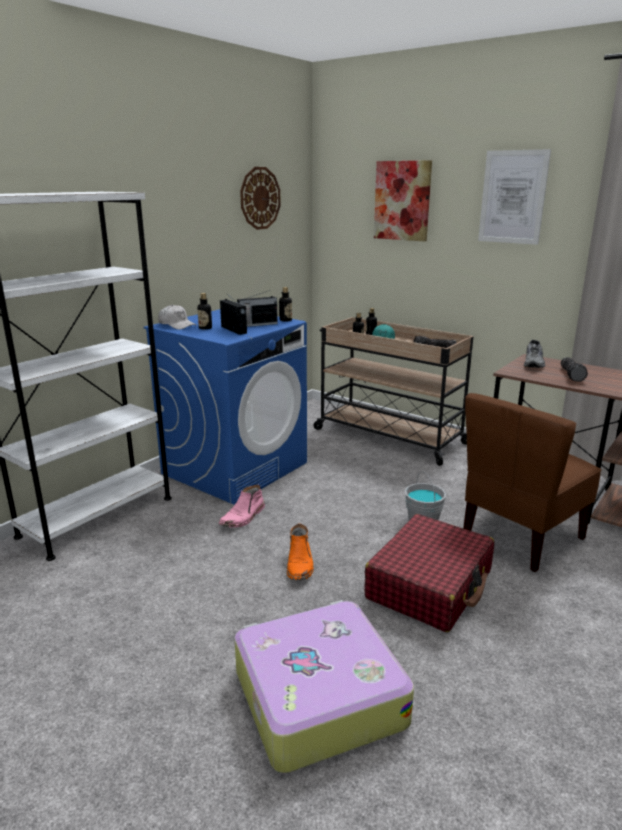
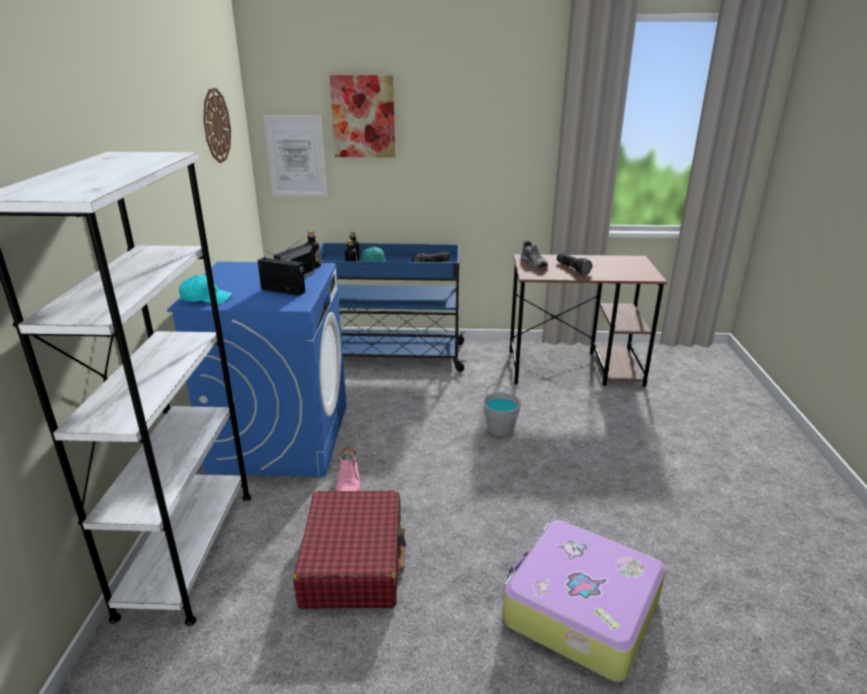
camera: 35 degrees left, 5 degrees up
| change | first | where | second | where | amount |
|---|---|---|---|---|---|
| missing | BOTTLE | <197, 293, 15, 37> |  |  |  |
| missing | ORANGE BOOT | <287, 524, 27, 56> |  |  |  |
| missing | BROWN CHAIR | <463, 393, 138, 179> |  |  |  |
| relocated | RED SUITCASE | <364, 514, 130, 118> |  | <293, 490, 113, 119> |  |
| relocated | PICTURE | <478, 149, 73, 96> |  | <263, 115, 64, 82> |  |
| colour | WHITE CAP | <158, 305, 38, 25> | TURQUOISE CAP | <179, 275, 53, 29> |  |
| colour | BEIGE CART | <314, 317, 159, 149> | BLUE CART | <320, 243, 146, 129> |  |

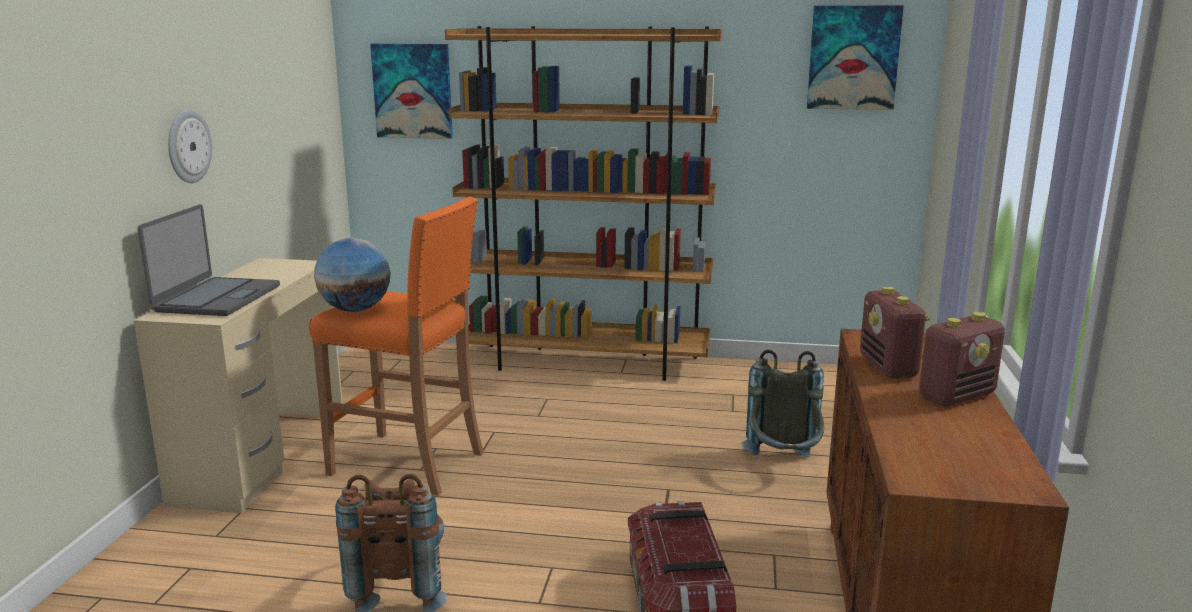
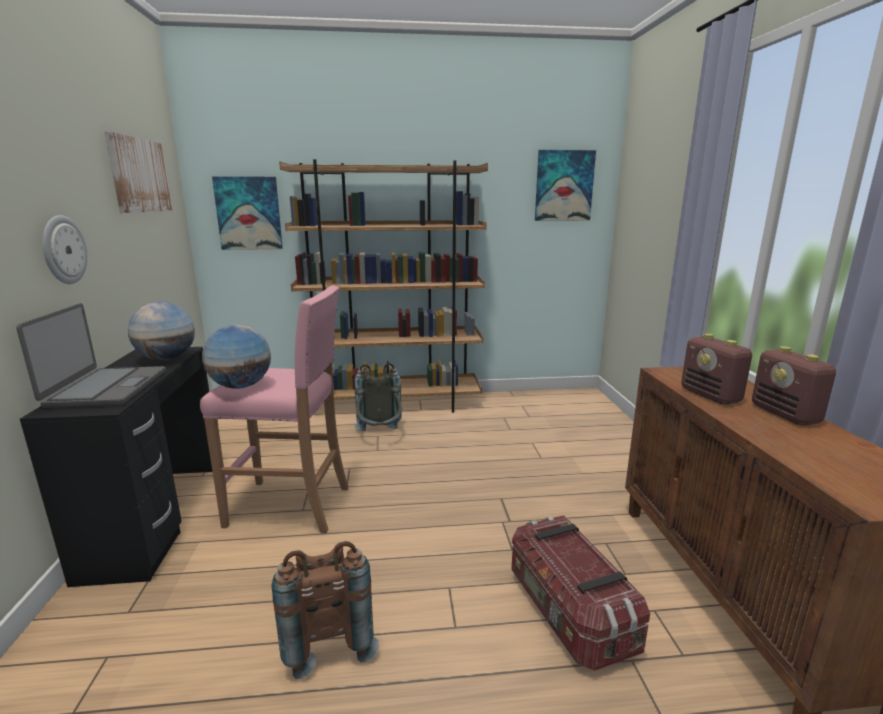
camera: 15 degrees left, 0 degrees up
| change | first | where | second | where | amount |
|---|---|---|---|---|---|
| appeared |  |  | PICTURE | <105, 132, 68, 81> |  |
| appeared |  |  | GLOBE | <128, 302, 67, 59> |  |
| relocated | GREY BACKPACK | <742, 350, 82, 108> |  | <354, 363, 48, 68> |  |
| colour | BEIGE DESK | <134, 258, 209, 255> | BLACK DESK | <20, 347, 192, 240> |  |
| colour | ORANGE STOOL | <309, 197, 175, 299> | PINK STOOL | <200, 285, 149, 248> |  |
| spun | RADIO | <919, 312, 86, 94> |  | <752, 346, 84, 80> | 120 degrees clockwise |

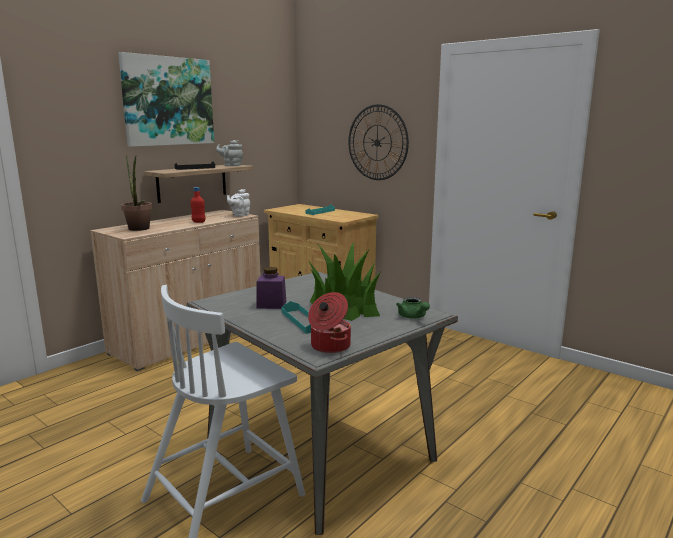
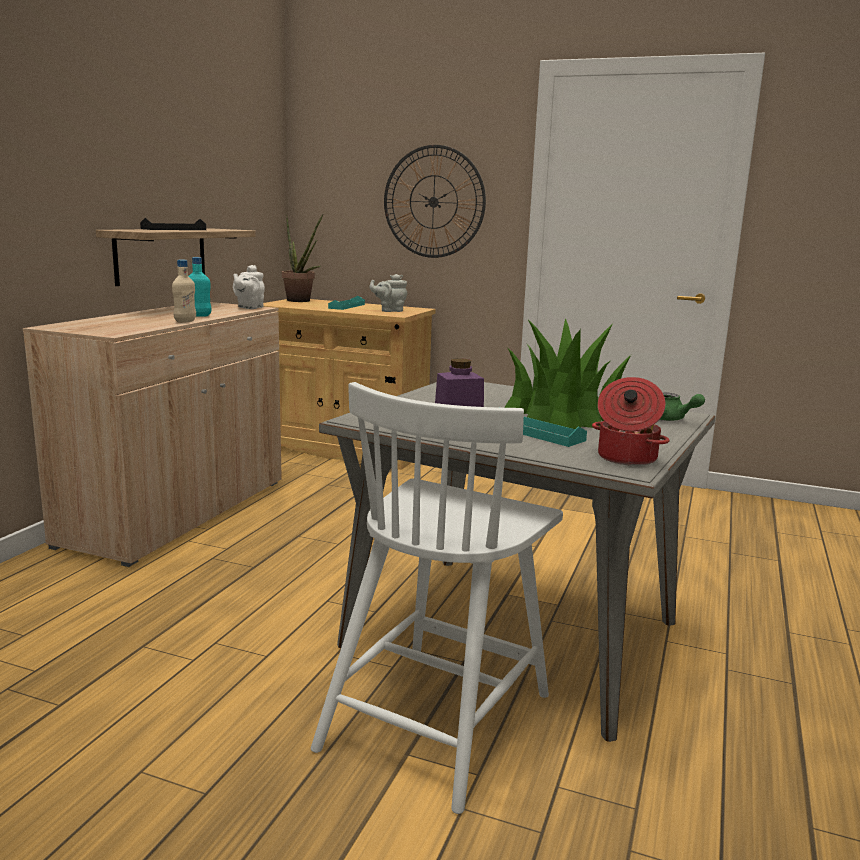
camera: 20 degrees left, 0 degrees up
| change | first | where | second | where | amount |
|---|---|---|---|---|---|
| missing | PICTURE | <118, 52, 96, 95> |  |  |  |
| appeared |  |  | BEIGE BOTTLE | <172, 260, 24, 63> |  |
| relocated | POTTED PLANT | <121, 154, 31, 77> |  | <282, 215, 41, 87> |  |
| relocated | GREY TEAPOT | <216, 140, 27, 26> |  | <369, 274, 38, 38> |  |
| colour | RED BOTTLE | <190, 187, 16, 36> | TURQUOISE BOTTLE | <189, 257, 22, 60> |  |

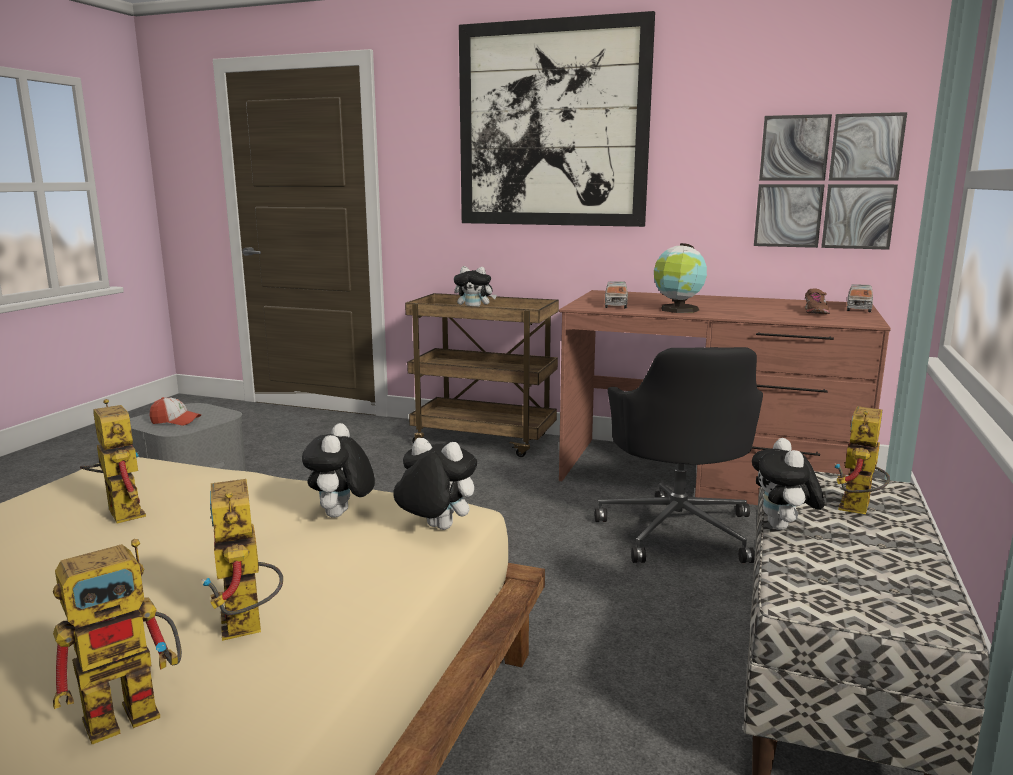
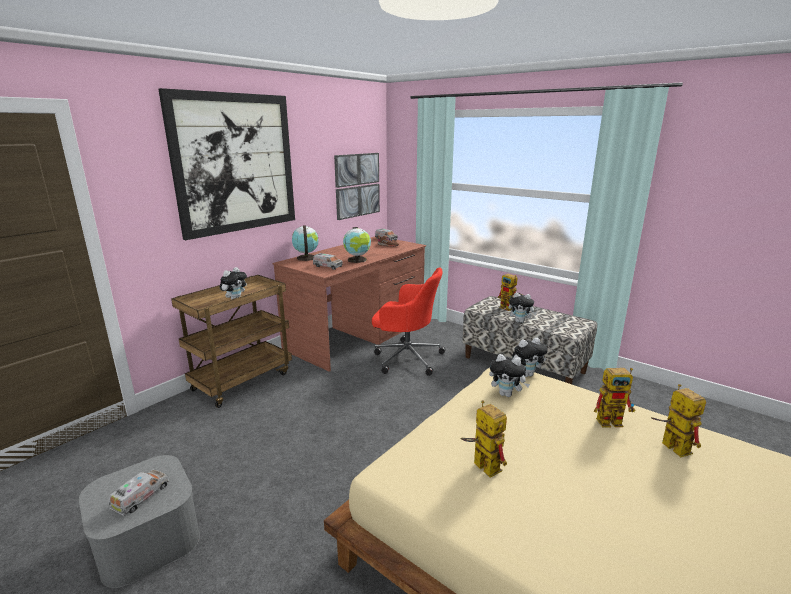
camera: 70 degrees left, 5 degrees up
| change | first | where | second | where | amount |
|---|---|---|---|---|---|
| appeared |  |  | GLOBE | <292, 225, 26, 36> |  |
| exchanged | CAP | <150, 397, 51, 29> | TOY TRUCK | <109, 470, 60, 46> |  |
| colour | BLACK OFFICE CHAIR | <595, 347, 168, 216> | RED OFFICE CHAIR | <372, 267, 74, 109> |  |
| spun | TOY ROBOT | <80, 399, 66, 124> |  | <461, 400, 46, 78> | 75 degrees clockwise |
| spun | PLUSH TOY | <394, 438, 83, 92> |  | <512, 338, 35, 39> | 150 degrees counterclockwise |

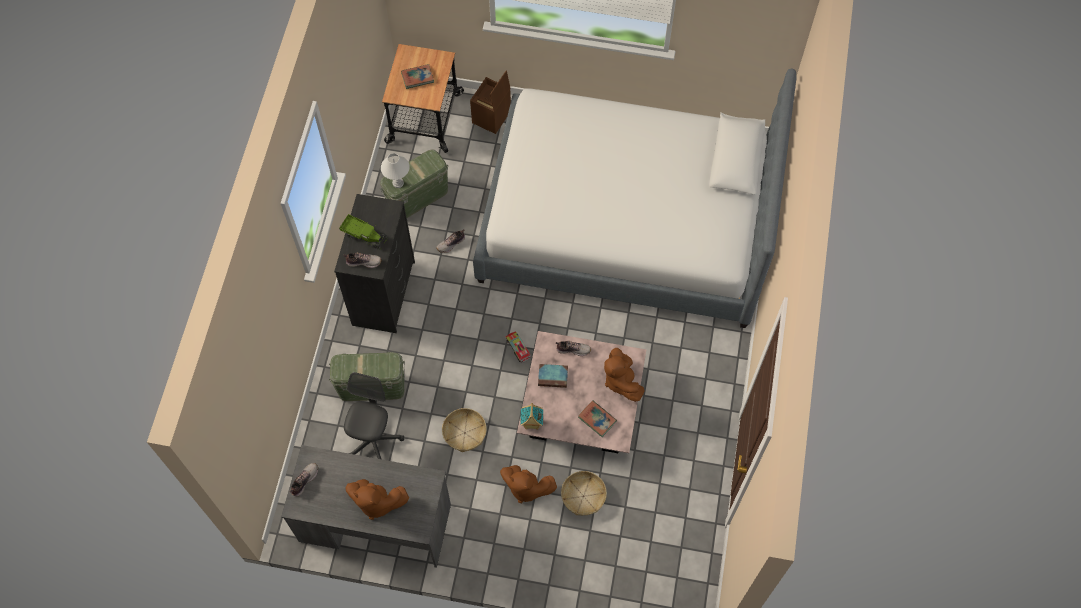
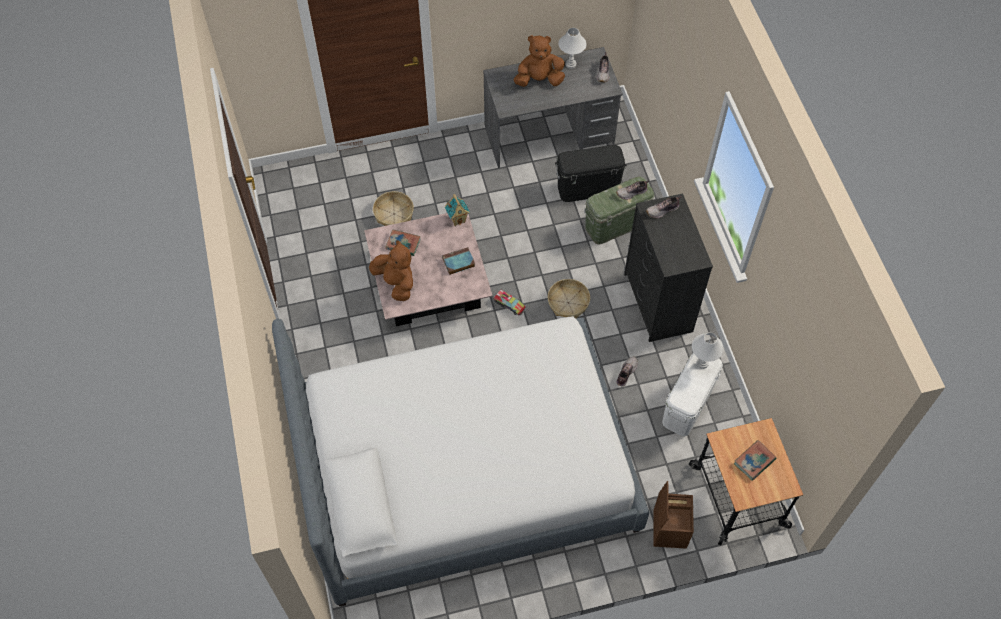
camera: 155 degrees right, 5 degrees down
| change | first | where | second | where | amount |
|---|---|---|---|---|---|
| missing | TOY TRUCK | <339, 214, 48, 36> |  |  |  |
| missing | BROWN PLUSH TOY | <500, 465, 57, 38> |  |  |  |
| appeared |  |  | WHITE TABLE LAMP | <559, 28, 28, 41> |  |
| relocated | BASKET | <442, 408, 45, 44> |  | <548, 279, 42, 40> |  |
| relocated | SHOE | <556, 341, 35, 15> |  | <616, 180, 33, 20> |  |
| exchanged | GREY OFFICE CHAIR | <344, 372, 60, 87> | BLACK STORAGE BOX | <555, 145, 72, 57> |  |
| colour | GREEN STORAGE BOX | <380, 149, 69, 69> | WHITE STORAGE BOX | <662, 353, 61, 83> |  |

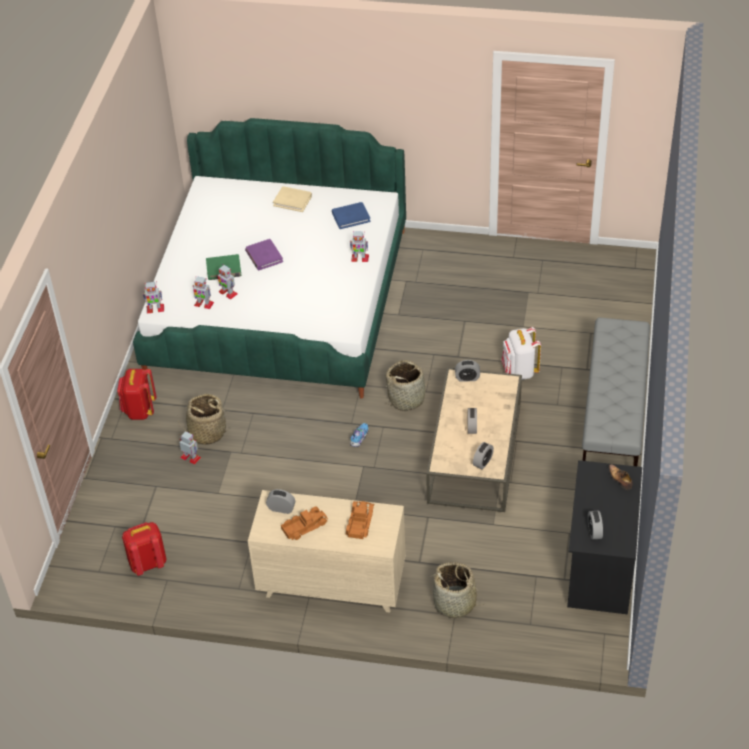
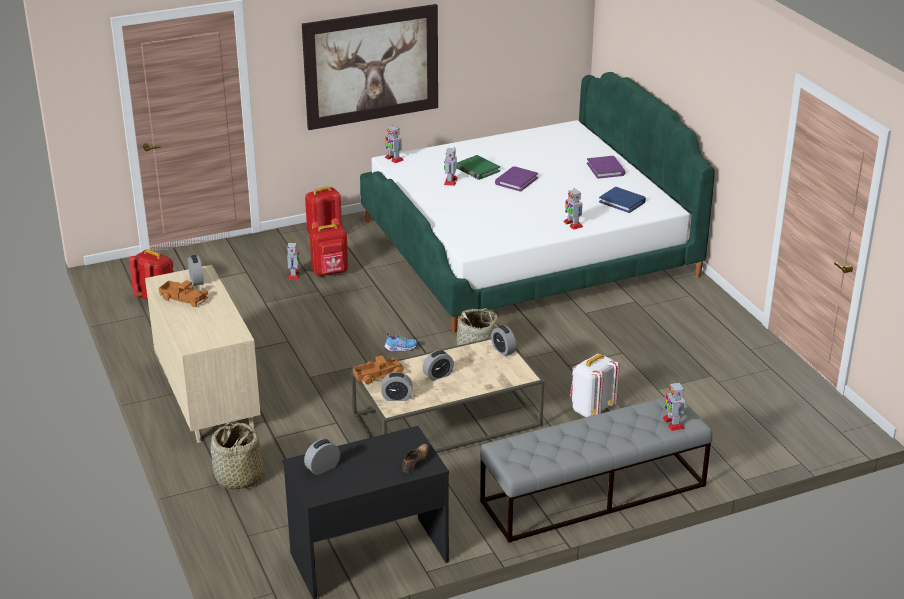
camera: 55 degrees right, 15 degrees down
| change | first | where | second | where | amount |
|---|---|---|---|---|---|
| appeared |  |  | PICTURE | <302, 4, 136, 126> |  |
| relocated | TOY ROBOT | <193, 276, 21, 33> |  | <663, 381, 22, 50> |  |
| relocated | TOY TRUCK | <346, 501, 28, 38> |  | <353, 355, 51, 29> |  |
| exchanged | BASKET | <178, 394, 53, 51> | RED BACKPACK | <310, 218, 38, 58> |  |
| colour | BEIGE BOOK | <273, 186, 39, 26> | PURPLE BOOK | <587, 156, 38, 23> |  |

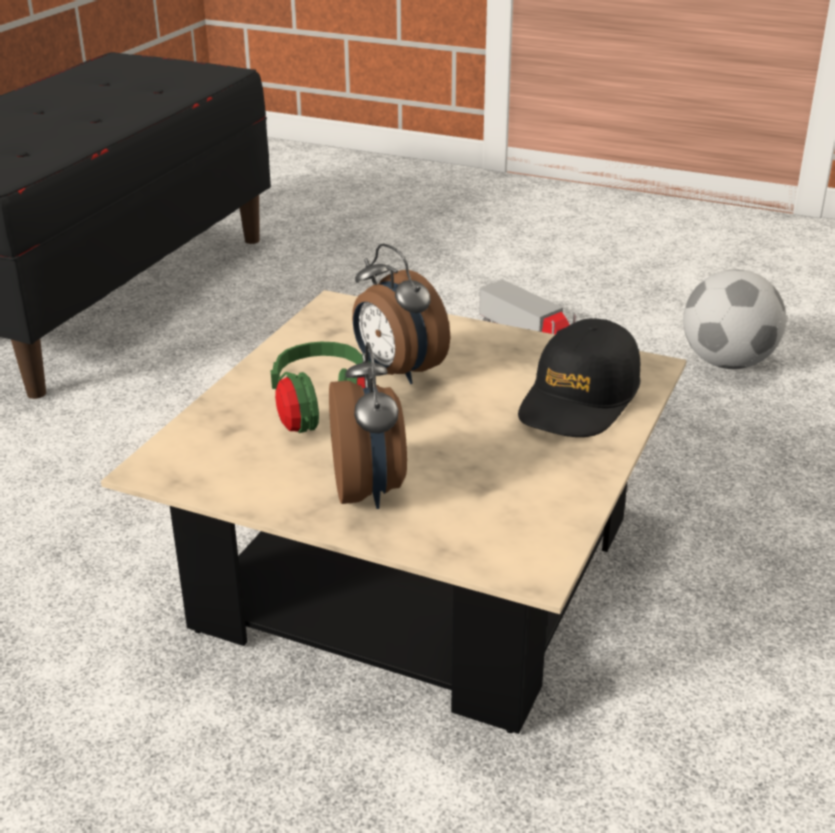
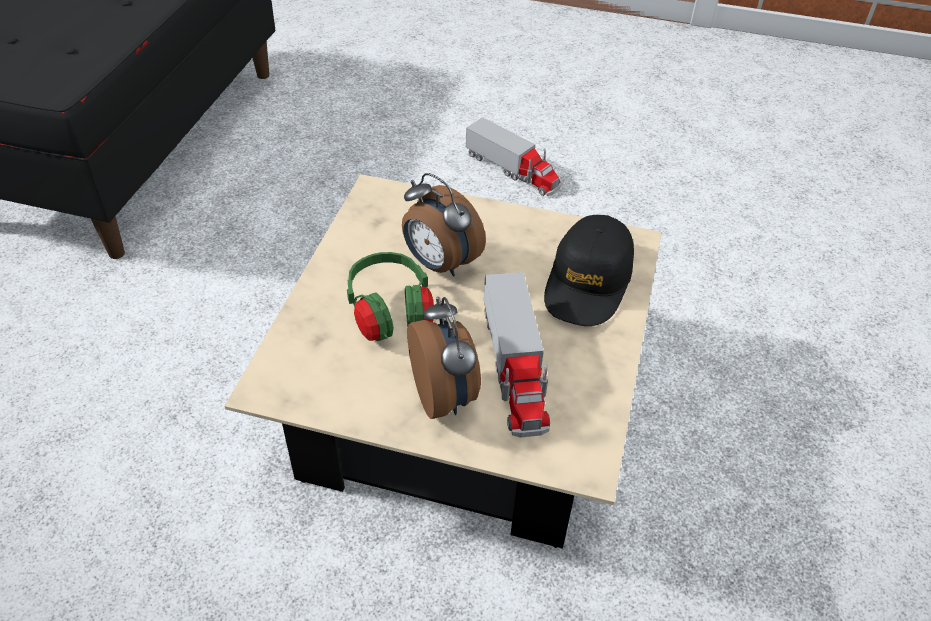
camera: 10 degrees left, 15 degrees up
| change | first | where | second | where | amount |
|---|---|---|---|---|---|
| missing | FOOTBALL | <683, 269, 103, 100> |  |  |  |
| appeared |  |  | TOY TRUCK | <484, 272, 66, 166> |  |

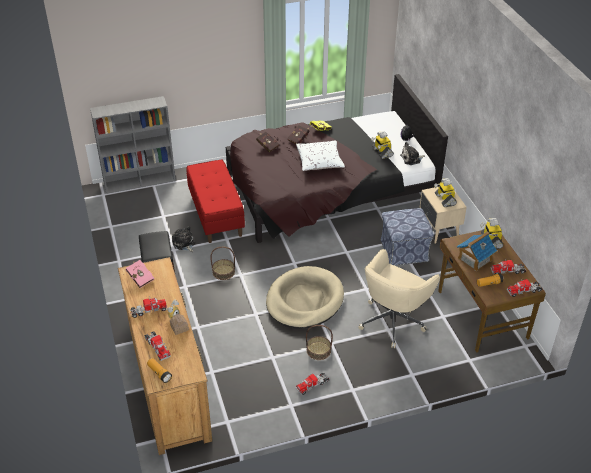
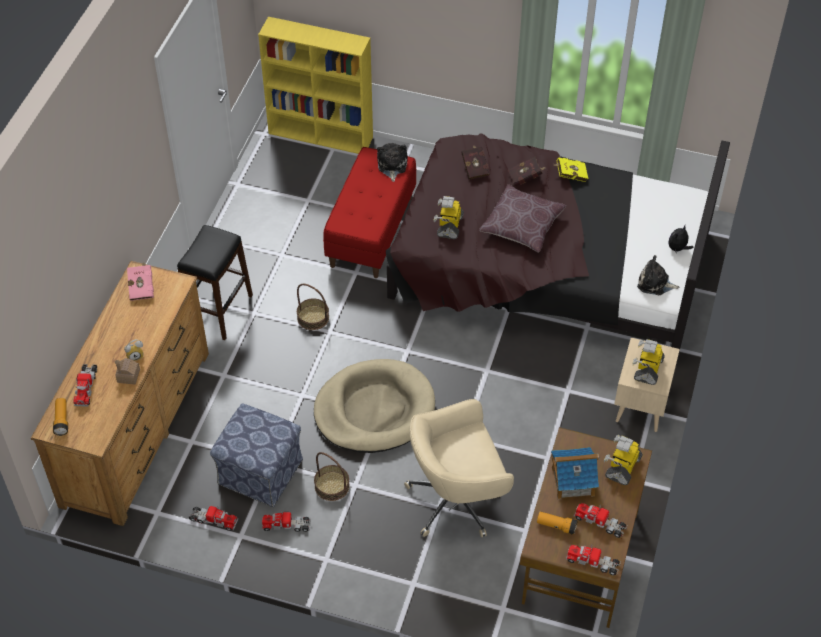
camera: 35 degrees right, 10 degrees up
| change | first | where | second | where | amount |
|---|---|---|---|---|---|
| relocated | TOY TRUCK | <130, 298, 38, 20> |  | <189, 506, 49, 25> |  |
| relocated | PLUSH TOY | <172, 226, 23, 26> |  | <377, 143, 31, 39> |  |
| relocated | TOY ROBOT | <371, 131, 23, 28> |  | <433, 196, 31, 43> |  |
| relocated | OTTOMAN | <381, 208, 53, 58> |  | <210, 403, 93, 104> |  |
| colour | GREY BOOKCASE | <90, 96, 86, 98> | YELLOW BOOKCASE | <258, 17, 115, 137> |  |
| colour | WHITE PILLOW | <296, 141, 49, 30> | BROWN PILLOW | <479, 184, 87, 69> |  |

